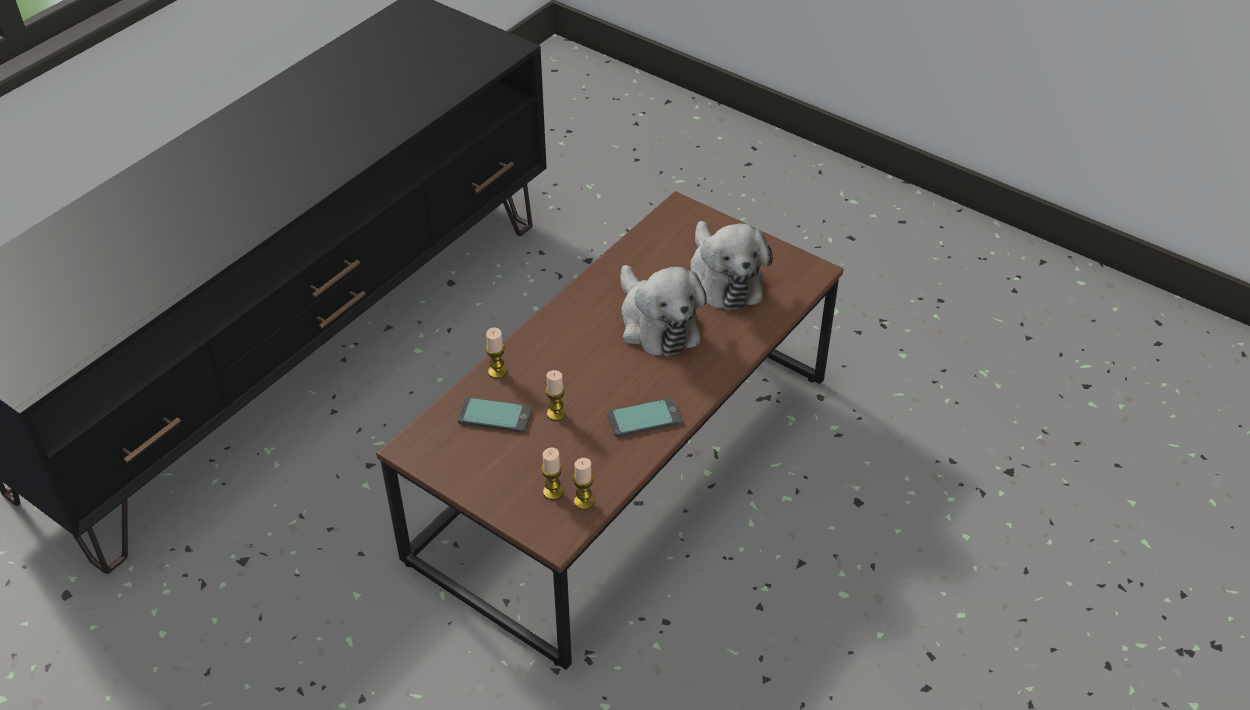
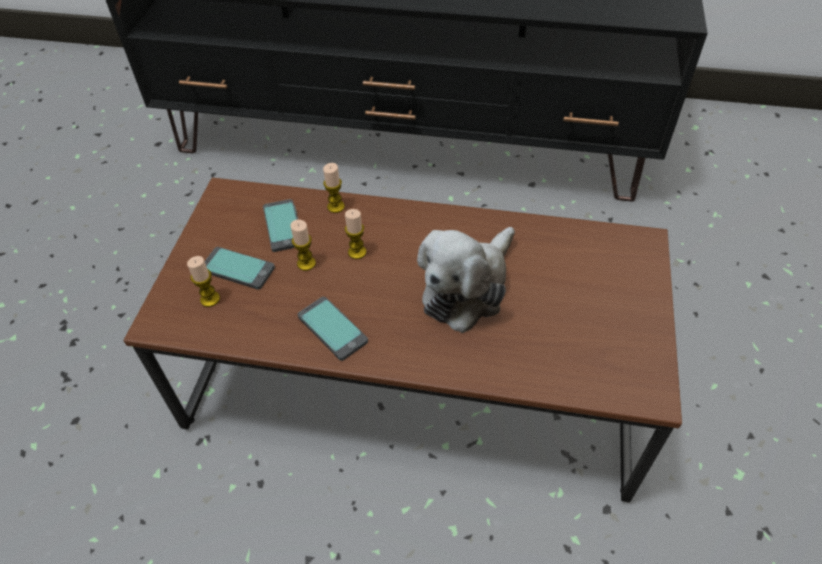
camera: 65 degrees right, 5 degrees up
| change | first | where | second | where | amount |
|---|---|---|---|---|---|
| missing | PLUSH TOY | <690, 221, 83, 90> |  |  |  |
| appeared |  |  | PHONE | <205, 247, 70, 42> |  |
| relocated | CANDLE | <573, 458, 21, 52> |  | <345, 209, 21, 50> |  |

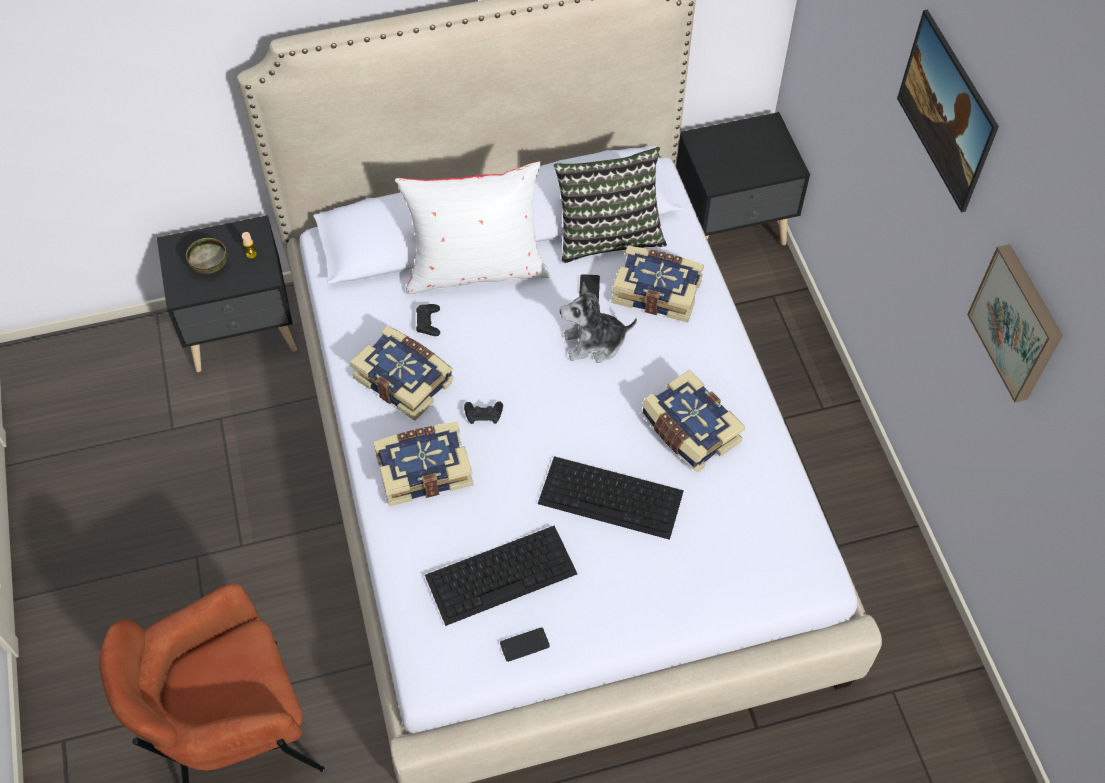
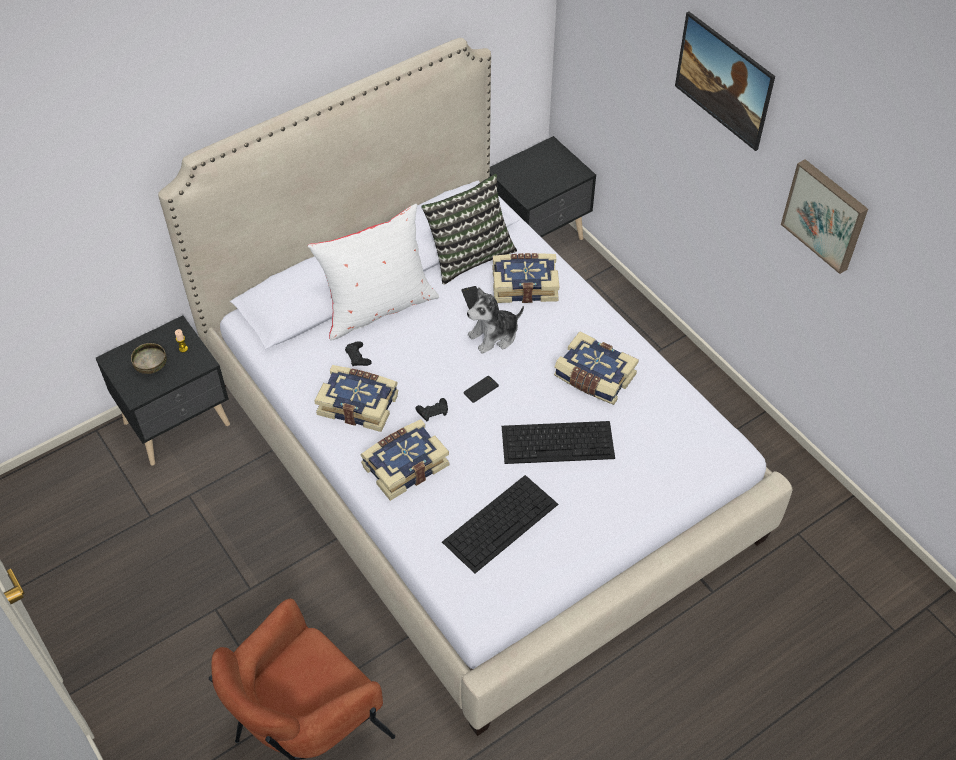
camera: 20 degrees left, 5 degrees down
| change | first | where | second | where | amount |
|---|---|---|---|---|---|
| relocated | PHONE | <500, 627, 50, 35> |  | <463, 376, 36, 27> |  |

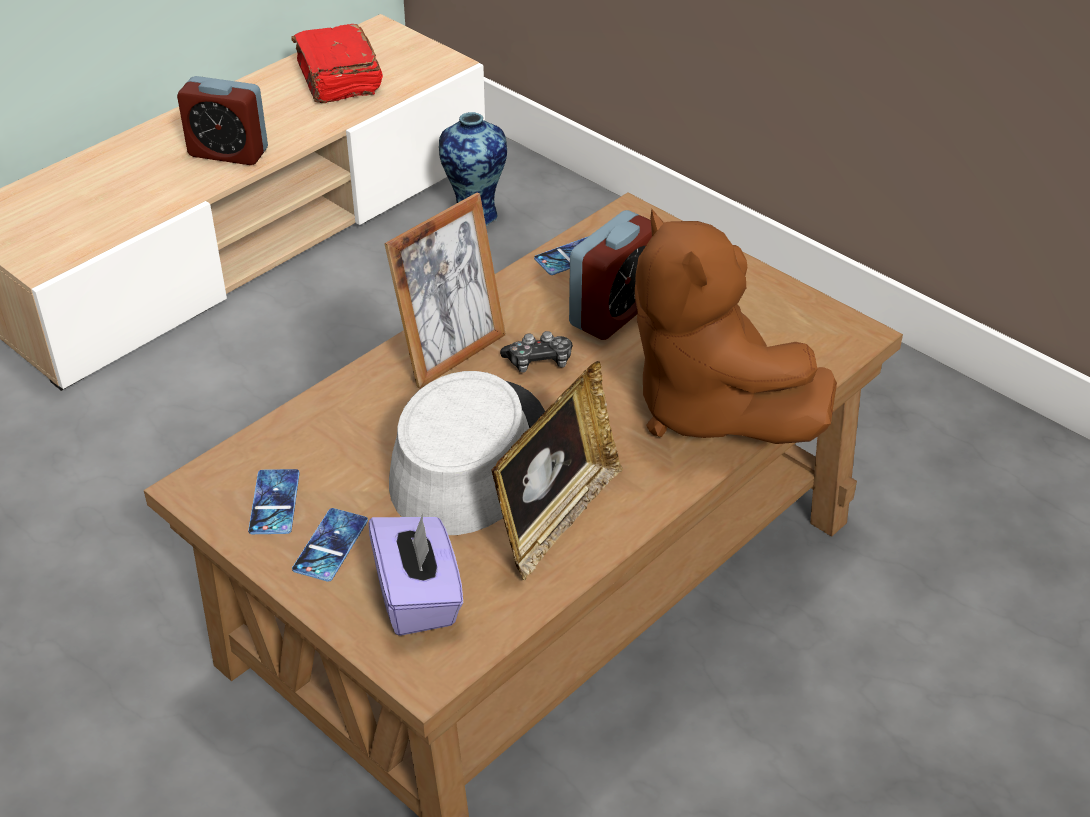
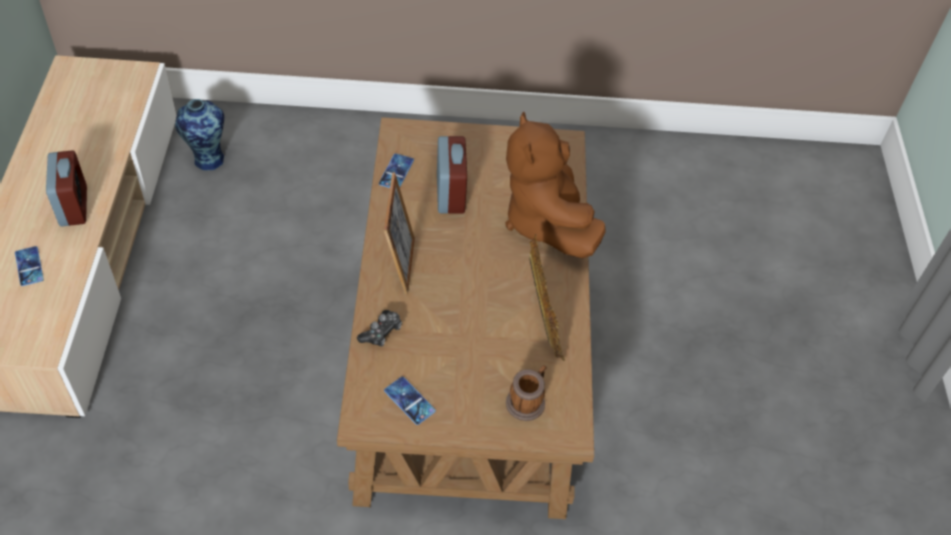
camera: 45 degrees left, 10 degrees up
| change | first | where | second | where | amount |
|---|---|---|---|---|---|
| missing | RED BOOK | <291, 24, 92, 79> |  |  |  |
| missing | GREY HAT | <389, 371, 156, 164> |  |  |  |
| relocated | PHONE | <292, 508, 76, 74> |  | <15, 246, 29, 40> |  |
| relocated | GAME CONTROLLER | <500, 331, 73, 42> |  | <357, 310, 45, 36> |  |
| exchanged | PURPLE TISSUE BOX | <368, 514, 95, 122> | MUG | <506, 365, 40, 56> |  |
| spun | ALARM CLOCK | <177, 76, 91, 89> |  | <46, 150, 41, 76> | 75 degrees counterclockwise |
| spun | BROWN PLUSH TOY | <635, 209, 202, 235> |  | <505, 111, 101, 147> | 60 degrees clockwise |

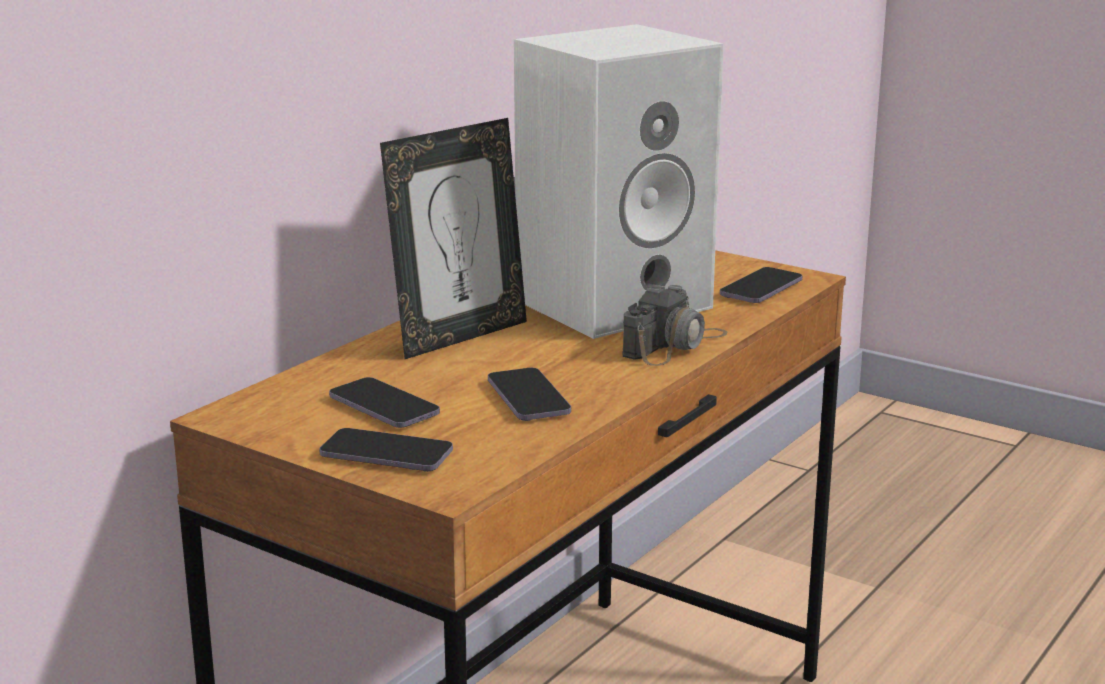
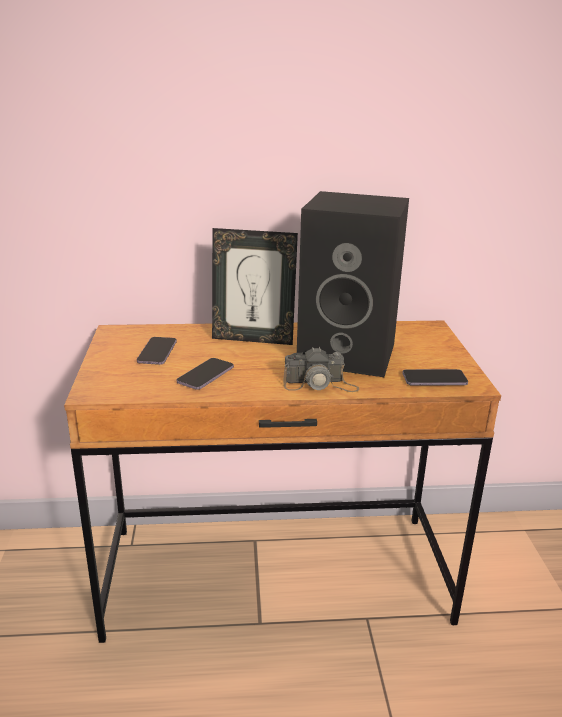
camera: 50 degrees right, 5 degrees up
| change | first | where | second | where | amount |
|---|---|---|---|---|---|
| missing | PHONE | <319, 428, 134, 44> |  |  |  |
| colour | WHITE SPEAKER | <514, 24, 210, 315> | BLACK SPEAKER | <297, 191, 112, 186> |  |

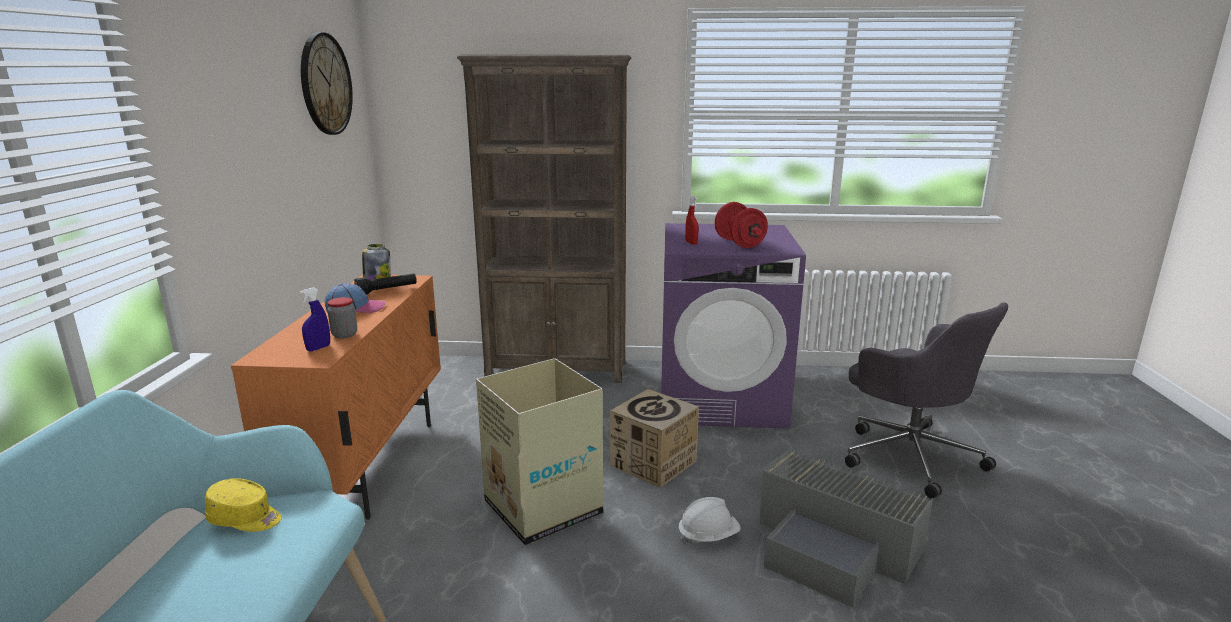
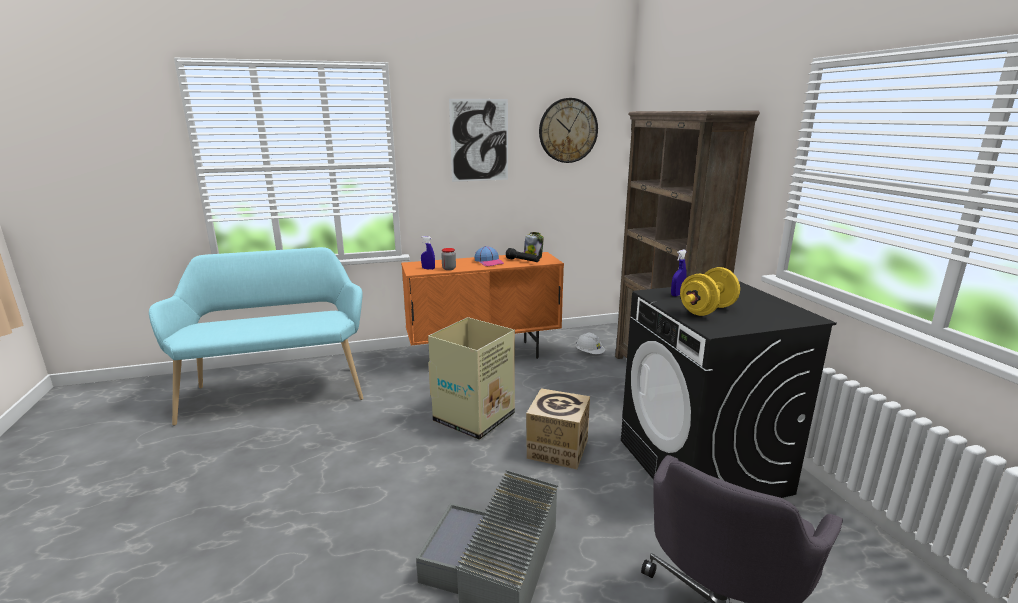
camera: 70 degrees right, 0 degrees up
| change | first | where | second | where | amount |
|---|---|---|---|---|---|
| missing | YELLOW CAP | <205, 478, 77, 54> |  |  |  |
| appeared |  |  | PICTURE | <449, 99, 59, 83> |  |
| relocated | WHITE HARD HAT | <679, 497, 62, 48> |  | <576, 333, 29, 21> |  |
| colour | PURPLE WASHING MACHINE | <661, 223, 145, 206> | BLACK WASHING MACHINE | <621, 281, 216, 217> |  |
| colour | RED SPRAY BOTTLE | <685, 196, 14, 48> | BLUE SPRAY BOTTLE | <671, 250, 16, 46> |  |
| colour | RED DUMBBELL | <715, 202, 53, 46> | YELLOW DUMBBELL | <680, 267, 60, 49> |  |

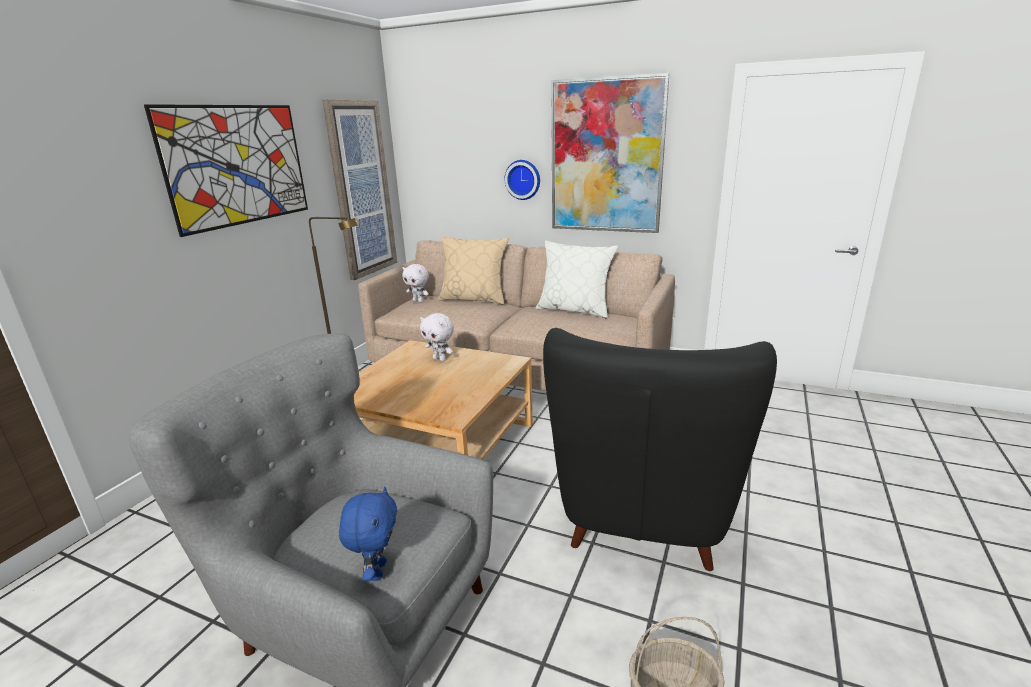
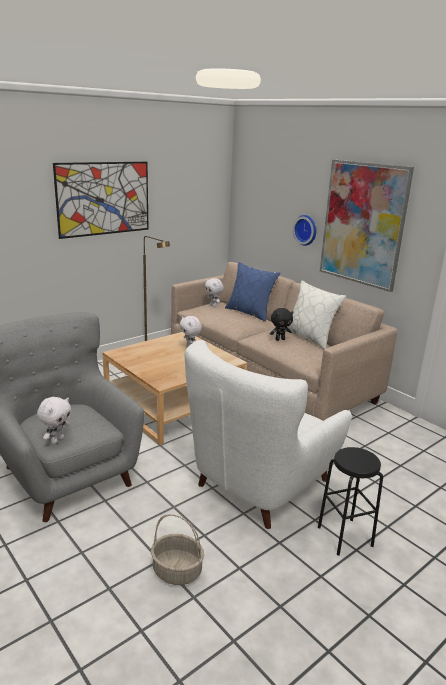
camera: 25 degrees right, 0 degrees up
| change | first | where | second | where | amount |
|---|---|---|---|---|---|
| missing | PICTURE | <322, 100, 75, 180> |  |  |  |
| appeared |  |  | BLACK PLUSH TOY | <270, 308, 23, 33> |  |
| appeared |  |  | BLACK STOOL | <318, 447, 65, 109> |  |
| colour | BLUE PLUSH TOY | <339, 487, 58, 94> | WHITE PLUSH TOY | <37, 397, 34, 47> |  |
| colour | BEIGE PILLOW | <438, 236, 71, 69> | BLUE PILLOW | <225, 262, 55, 60> |  |
| colour | BLACK ARMCHAIR | <543, 328, 234, 243> | WHITE ARMCHAIR | <185, 340, 166, 189> |  |

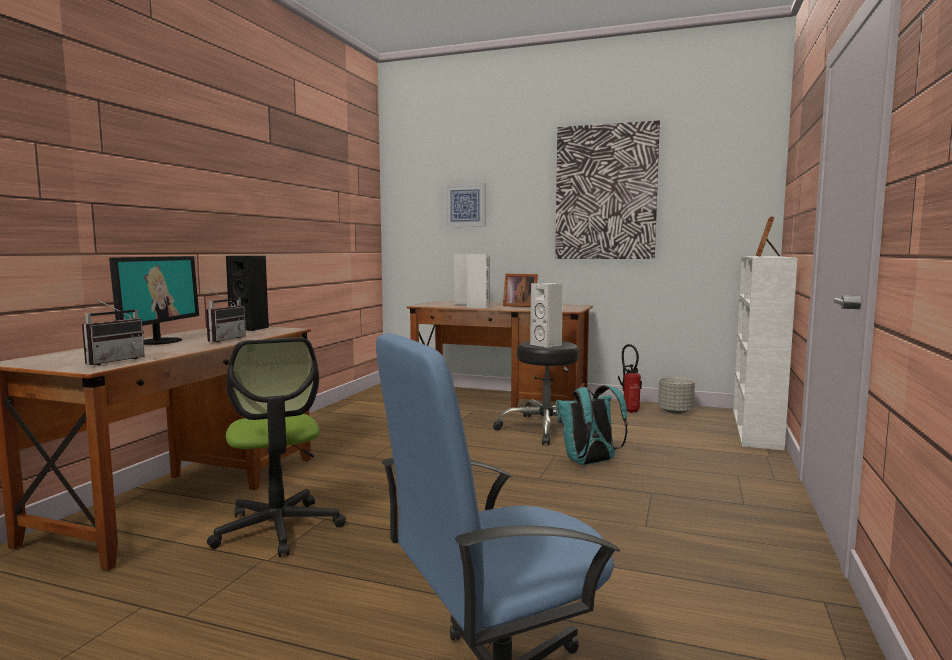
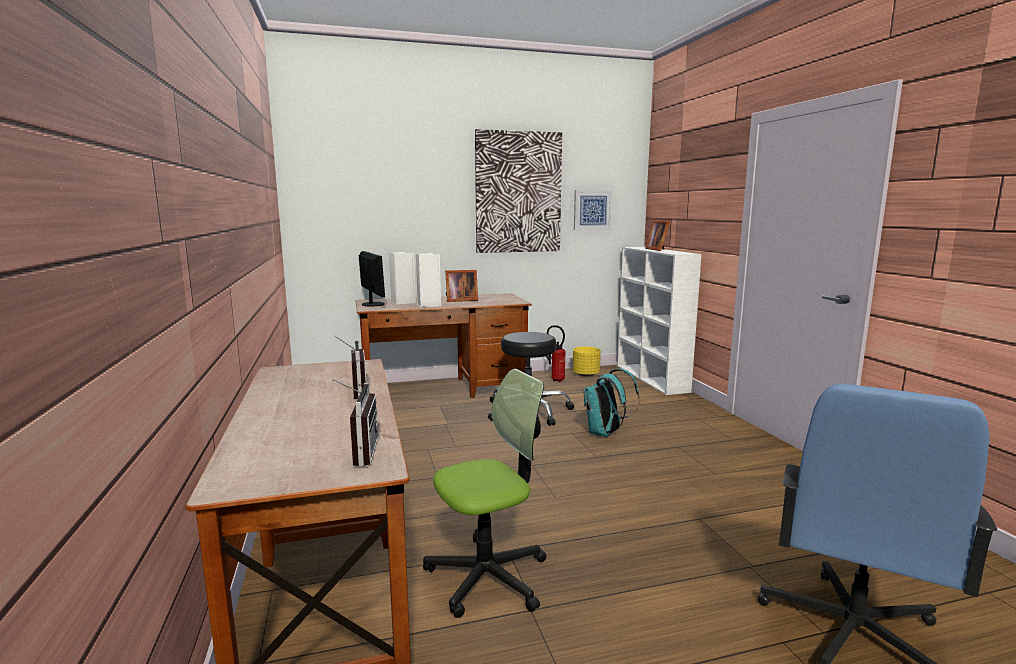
camera: 35 degrees left, 5 degrees up
| change | first | where | second | where | amount |
|---|---|---|---|---|---|
| missing | BLACK SPEAKER | <226, 256, 43, 75> |  |  |  |
| missing | WHITE SPEAKER | <530, 283, 33, 65> |  |  |  |
| relocated | MONITOR | <109, 256, 90, 89> |  | <359, 251, 26, 56> |  |
| relocated | PICTURE | <445, 183, 41, 44> |  | <574, 190, 38, 40> |  |
| colour | GREY PLANTER | <658, 377, 37, 37> | YELLOW PLANTER | <573, 347, 28, 30> |  |
| spun | OFFICE CHAIR | <207, 338, 139, 219> |  | <423, 369, 124, 249> | 60 degrees counterclockwise |

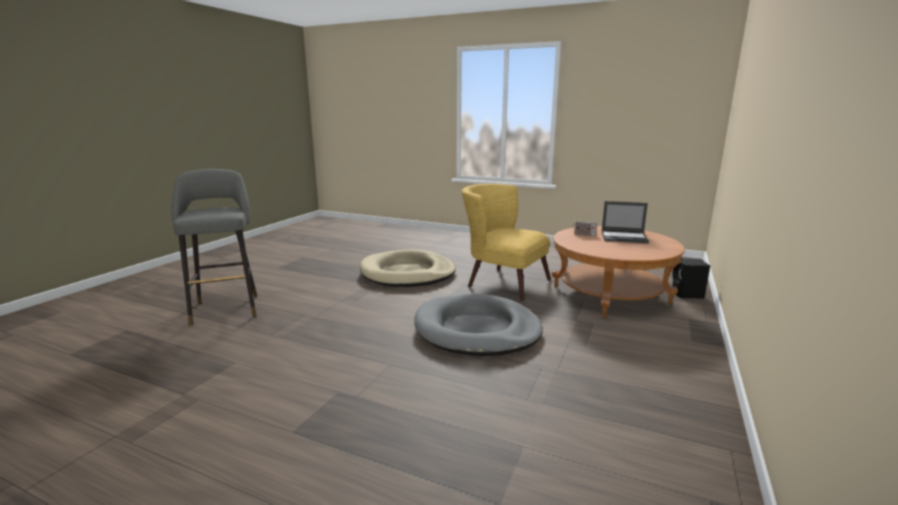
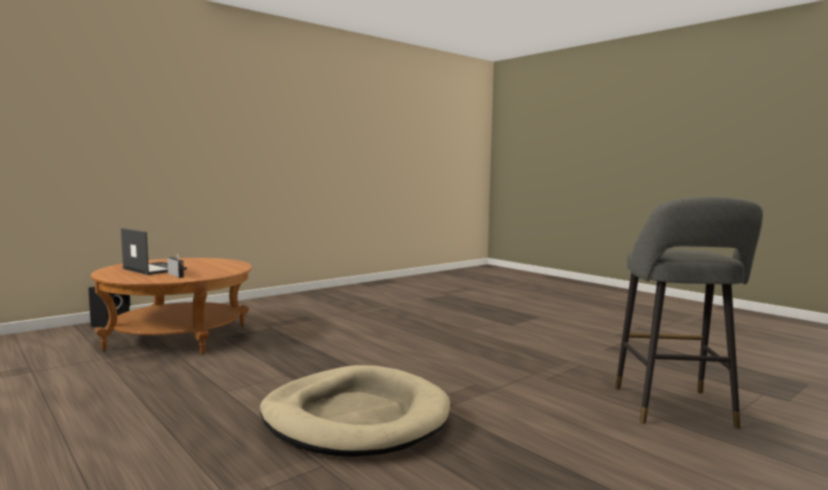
camera: 155 degrees left, 10 degrees down
| change | first | where | second | where | amount |
|---|---|---|---|---|---|
| missing | GREY DOG BED | <414, 294, 129, 62> |  |  |  |
| missing | YELLOW ARMCHAIR | <461, 184, 90, 117> |  |  |  |

